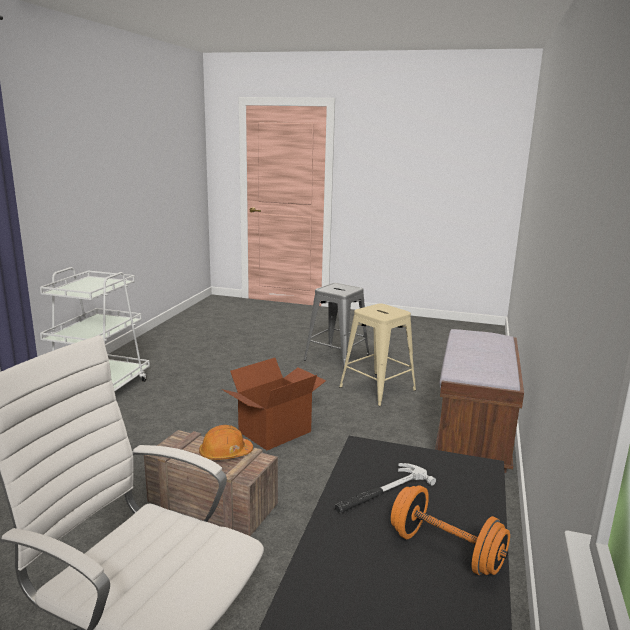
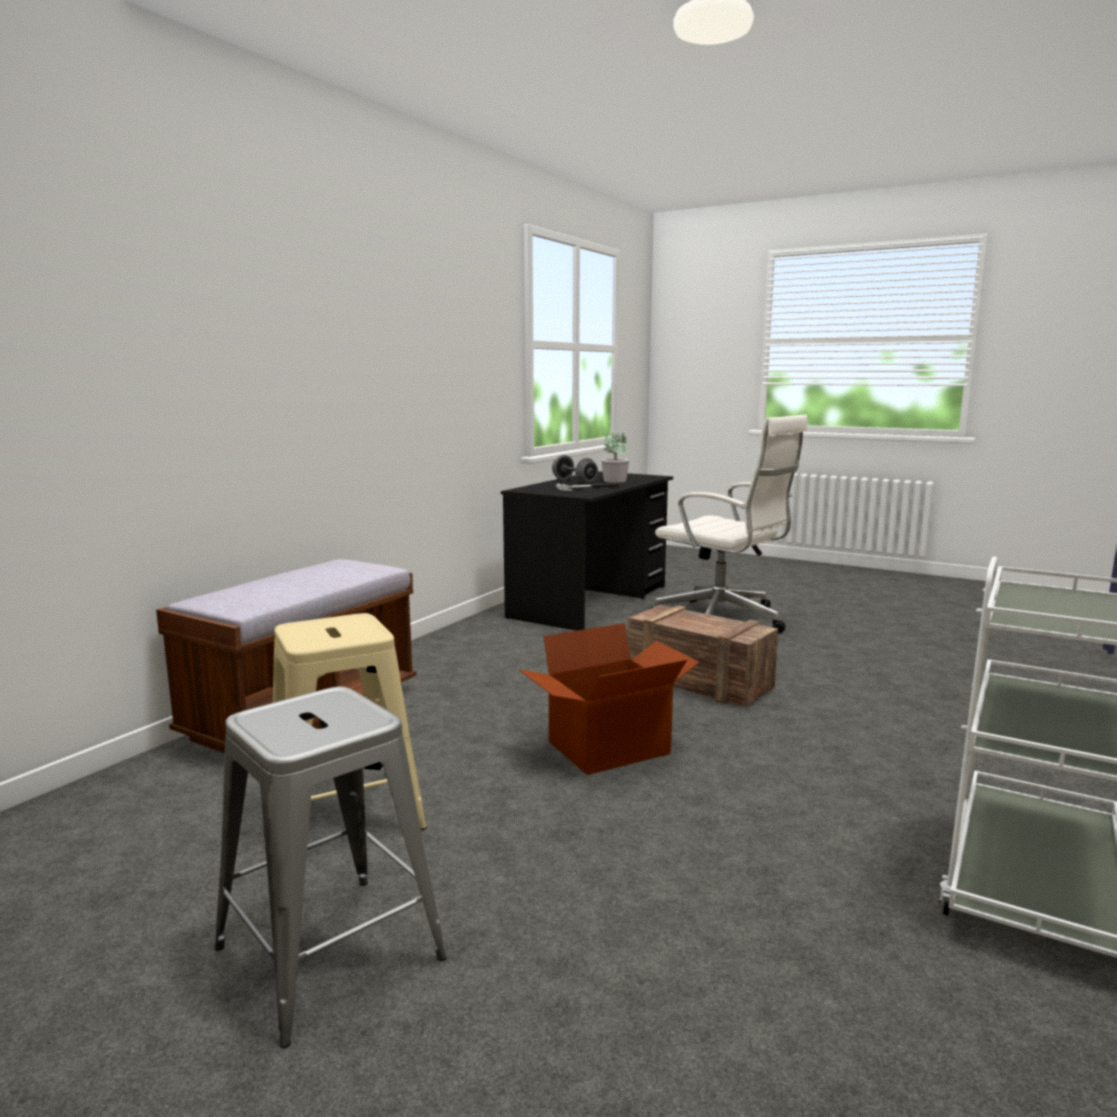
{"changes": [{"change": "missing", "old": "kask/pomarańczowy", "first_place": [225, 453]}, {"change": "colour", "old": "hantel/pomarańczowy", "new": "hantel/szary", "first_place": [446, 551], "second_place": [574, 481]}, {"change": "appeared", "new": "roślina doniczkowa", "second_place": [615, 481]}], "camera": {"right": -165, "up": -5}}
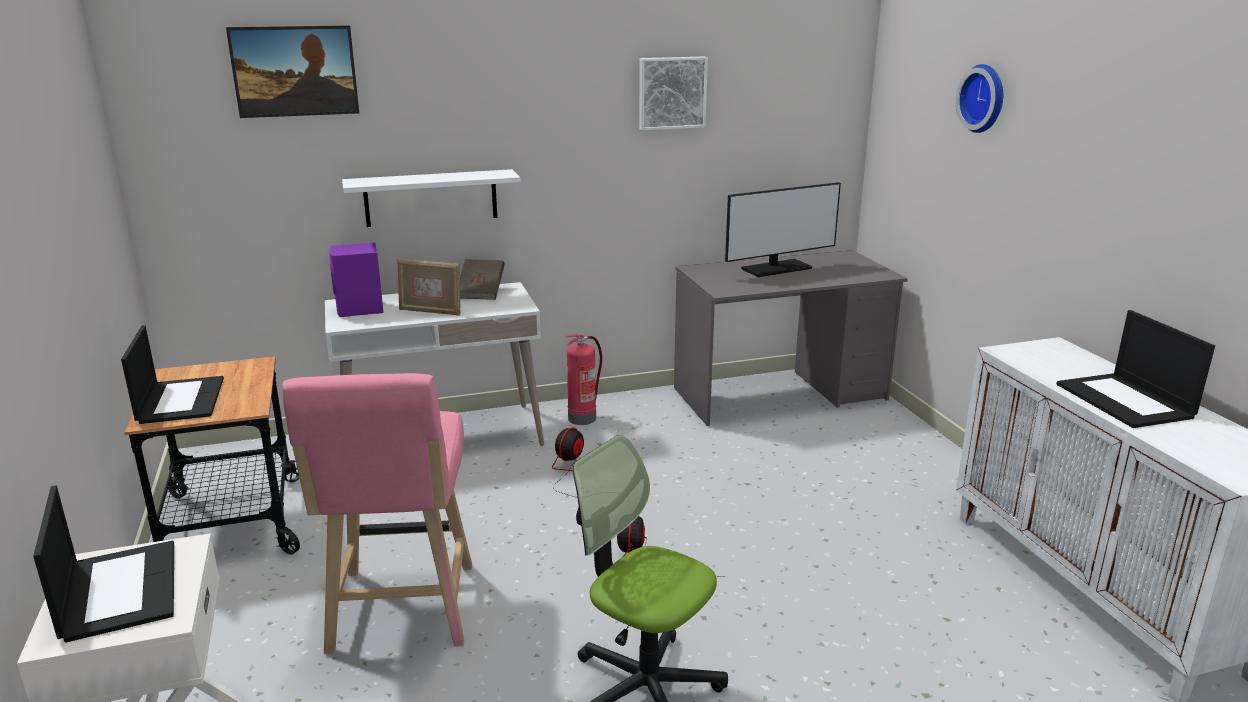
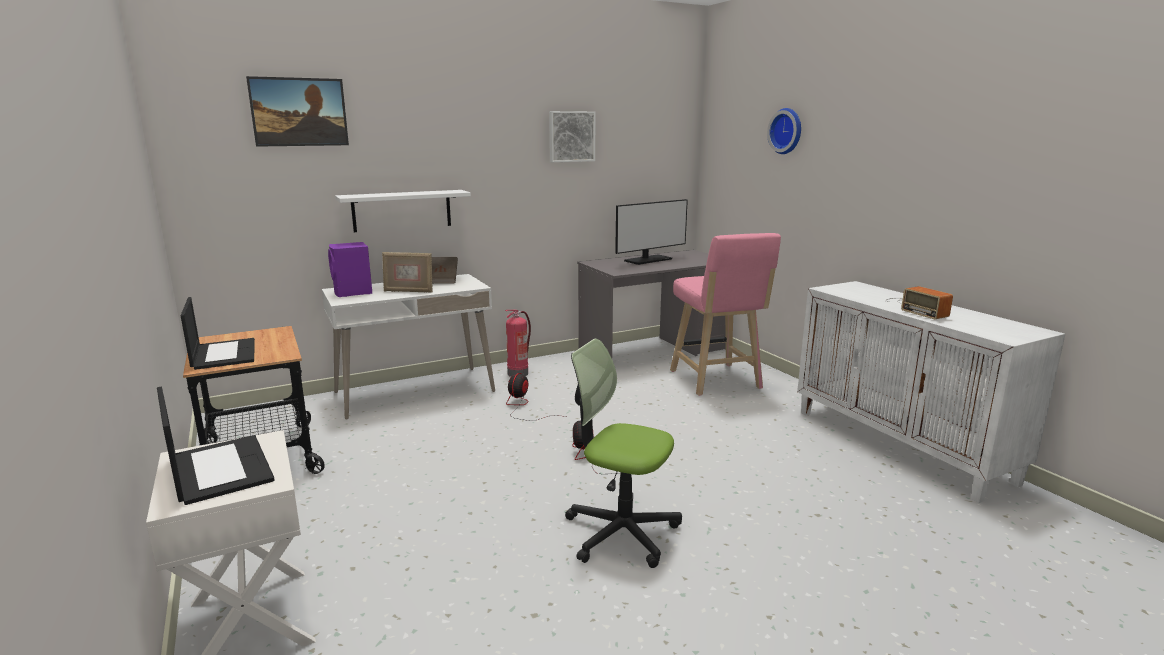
{"changes": [{"change": "exchanged", "old": "laptop", "new": "radio", "first_place": [1126, 401], "second_place": [916, 307]}, {"change": "relocated", "old": "stołek/różowy", "first_place": [401, 614], "second_place": [717, 381]}], "camera": {"right": -10, "up": -5}}
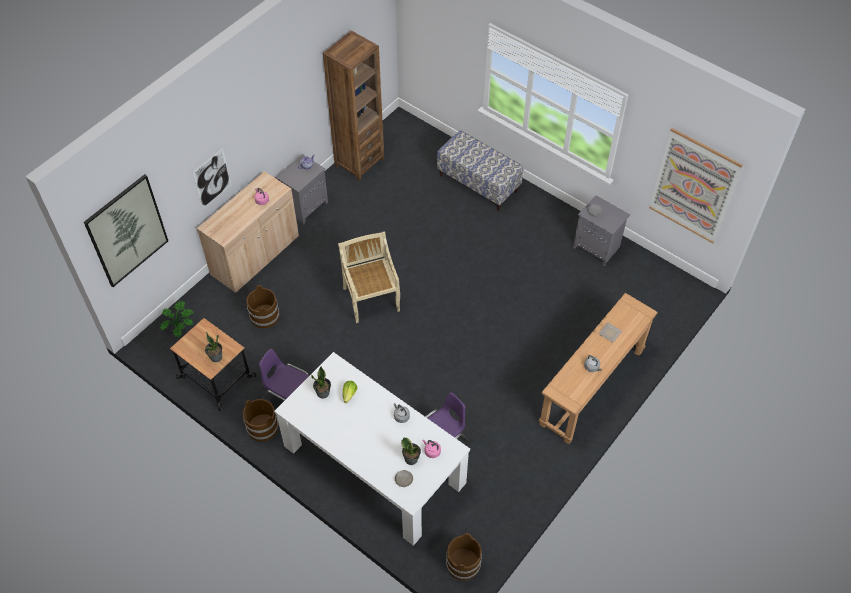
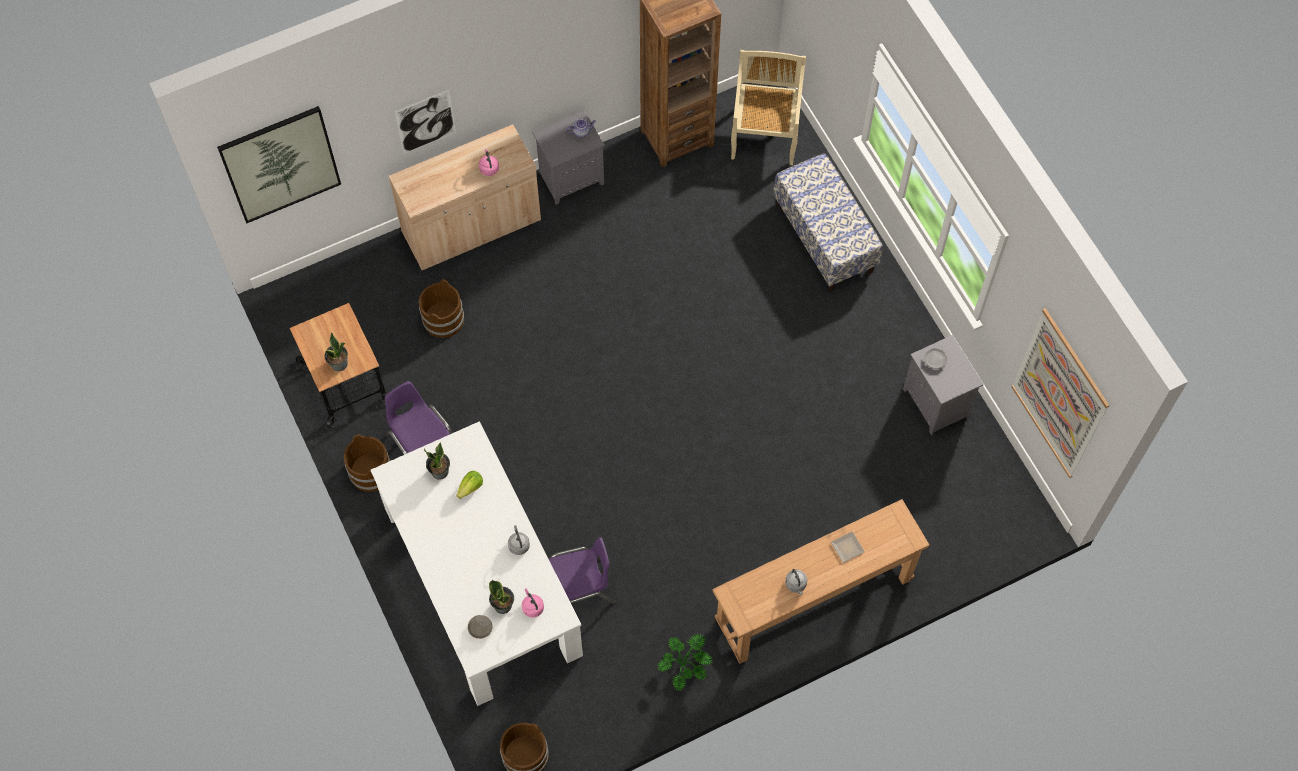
{"changes": [{"change": "relocated", "old": "krzesło/beżowy", "first_place": [371, 298], "second_place": [764, 134]}, {"change": "relocated", "old": "roślina doniczkowa", "first_place": [180, 327], "second_place": [685, 667]}], "camera": {"right": 25, "up": 10}}
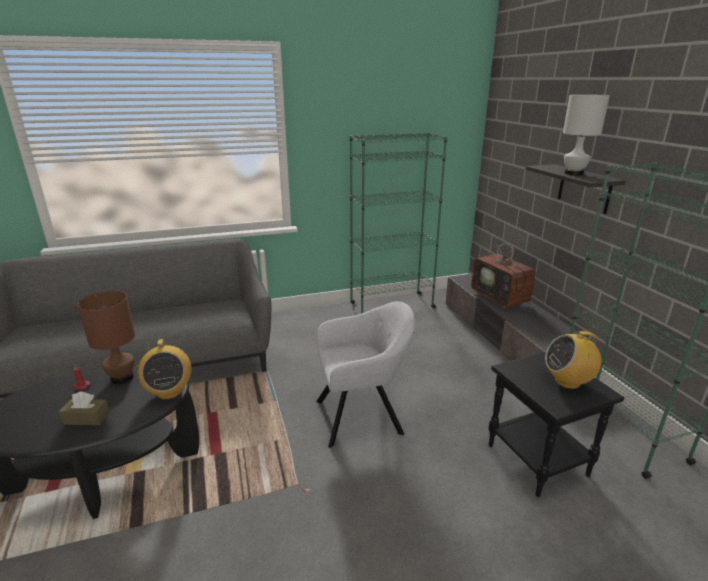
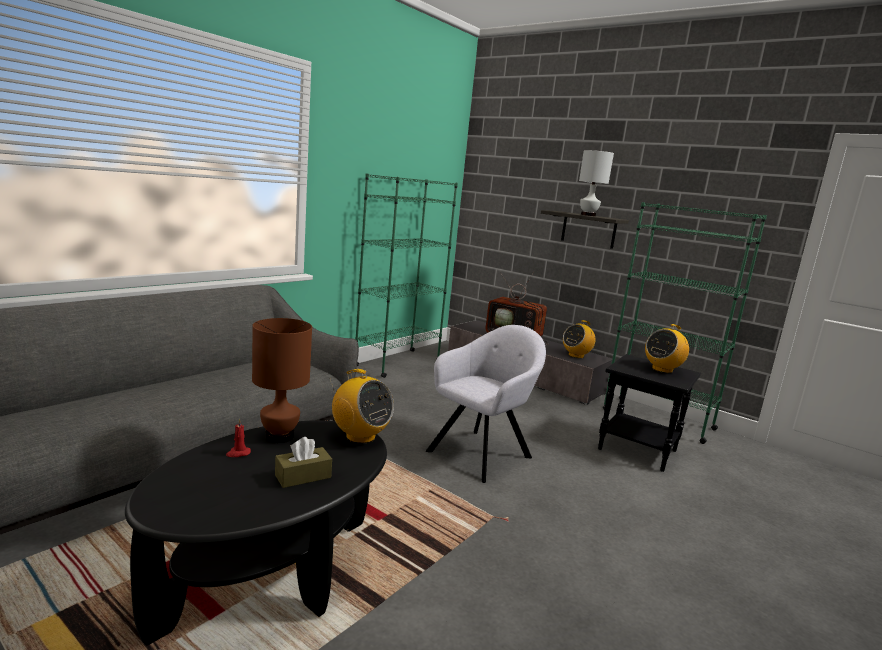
{"changes": [{"change": "appeared", "new": "radio", "second_place": [576, 355]}], "camera": {"right": -35, "up": -10}}
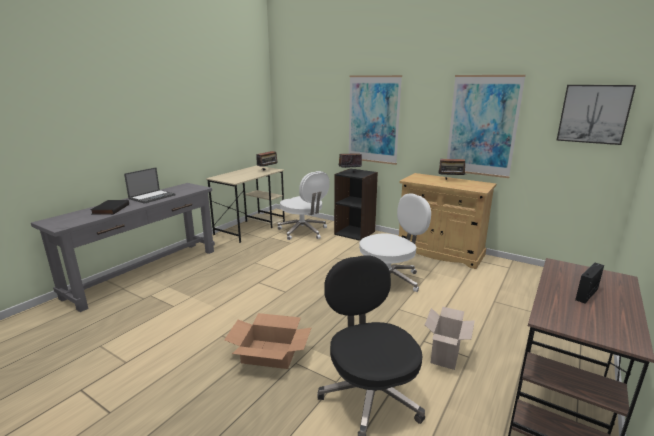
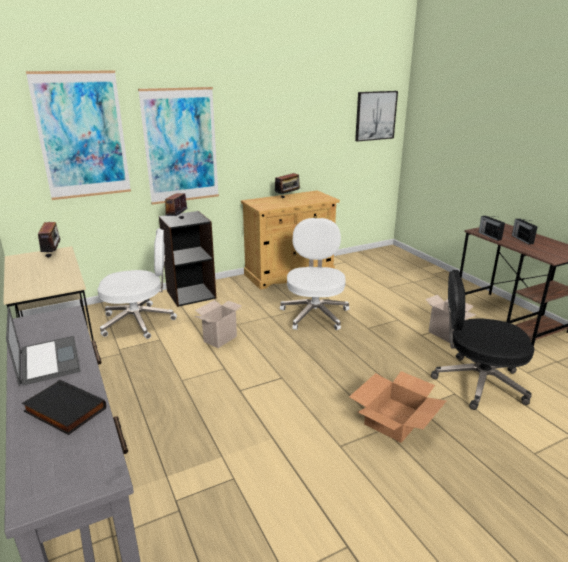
{"changes": [{"change": "relocated", "old": "obraz", "first_place": [482, 126], "second_place": [82, 136]}, {"change": "appeared", "new": "radio", "second_place": [489, 236]}, {"change": "appeared", "new": "karton", "second_place": [220, 338]}], "camera": {"right": -60, "up": 5}}
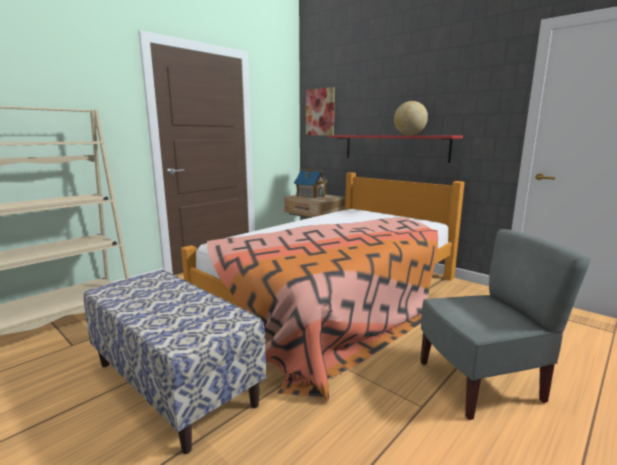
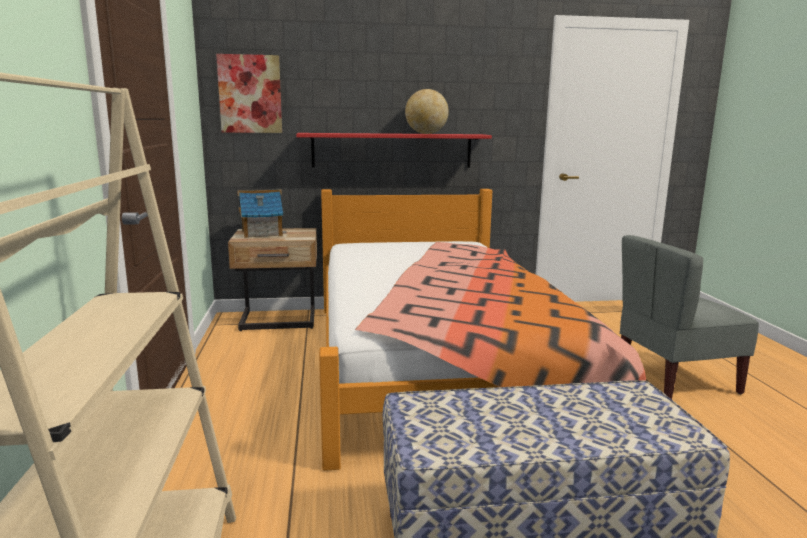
{"changes": [{"change": "spun", "old": "krzesło/szary", "first_place": [481, 383], "second_place": [675, 381], "degrees": -135}], "camera": {"right": -50, "up": 0}}
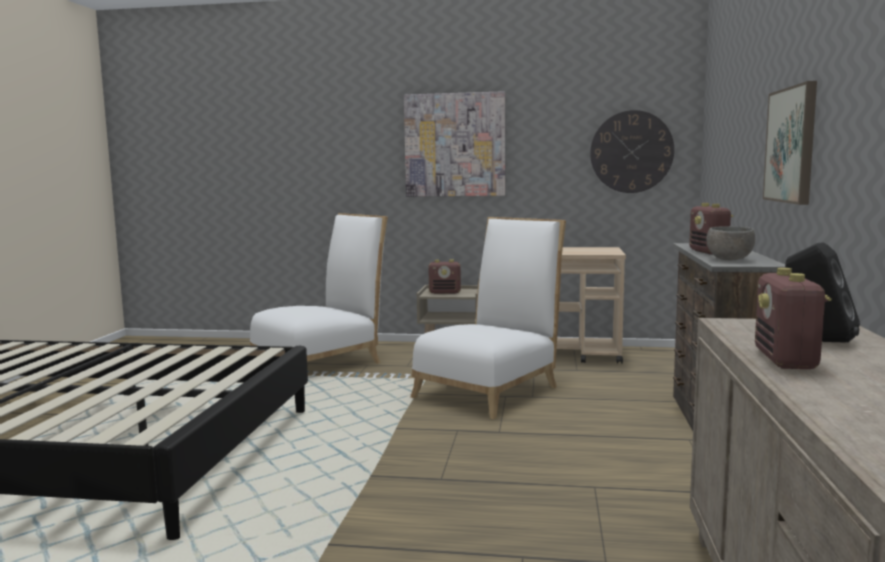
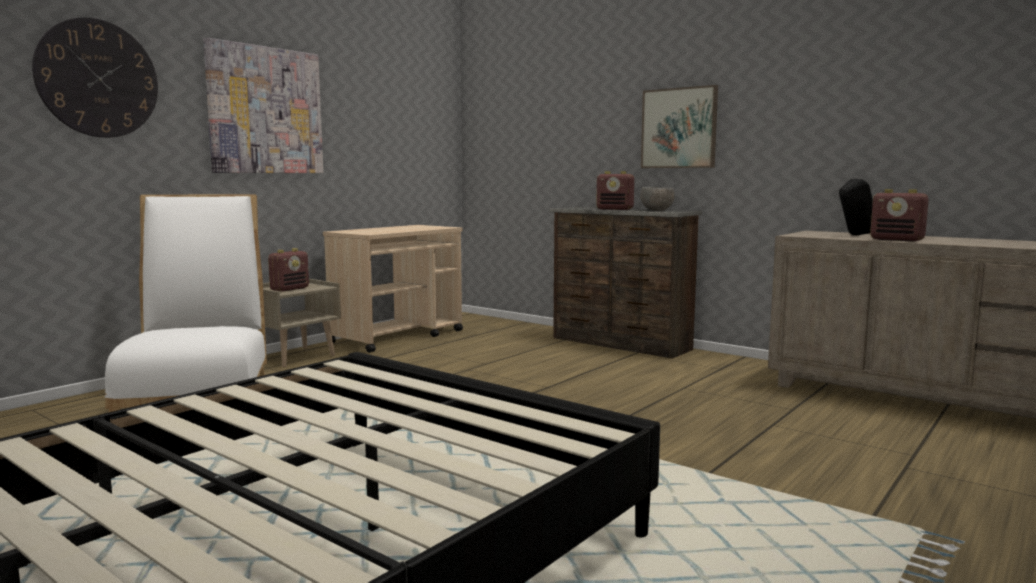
{"changes": [{"change": "relocated", "old": "zegar ścienny", "first_place": [631, 152], "second_place": [98, 78]}, {"change": "missing", "old": "krzesło/biały", "first_place": [491, 389]}], "camera": {"right": -60, "up": 0}}
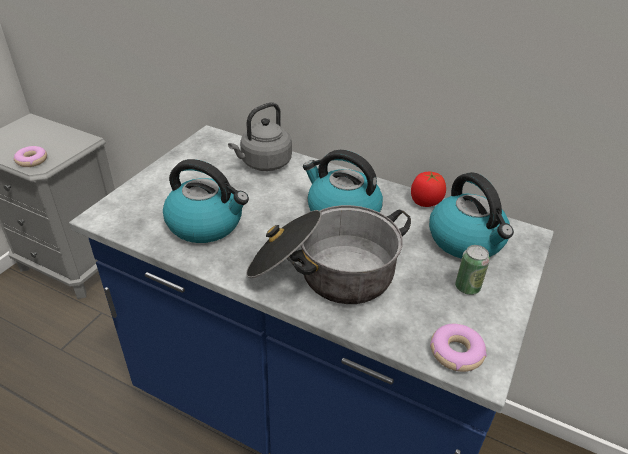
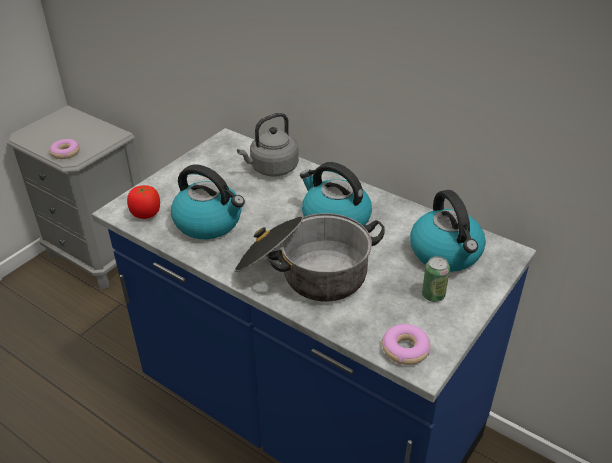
{"changes": [{"change": "relocated", "old": "pomidor", "first_place": [425, 202], "second_place": [146, 214]}], "camera": {"right": 10, "up": 0}}
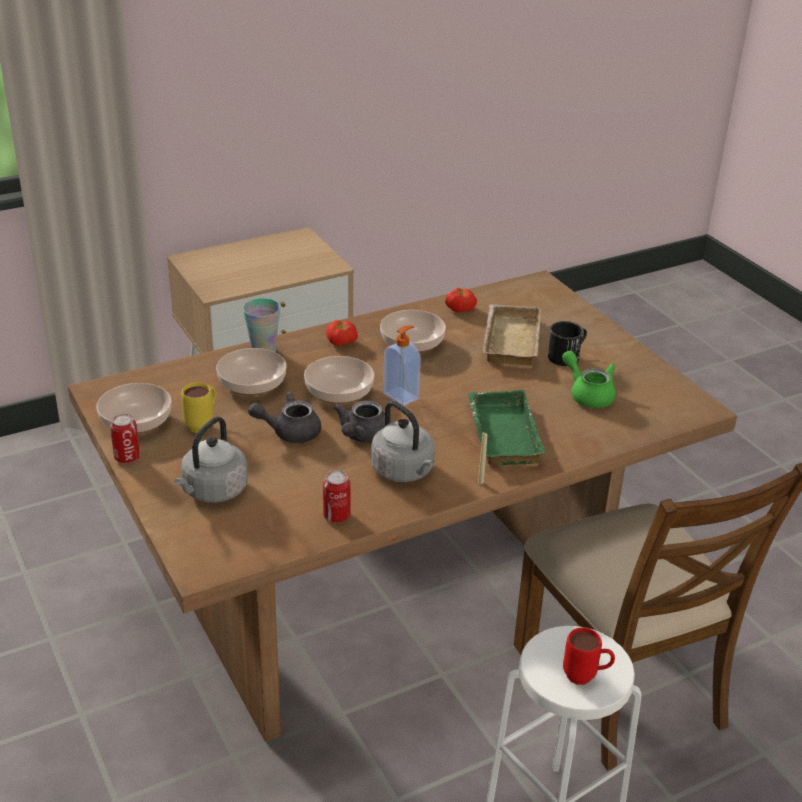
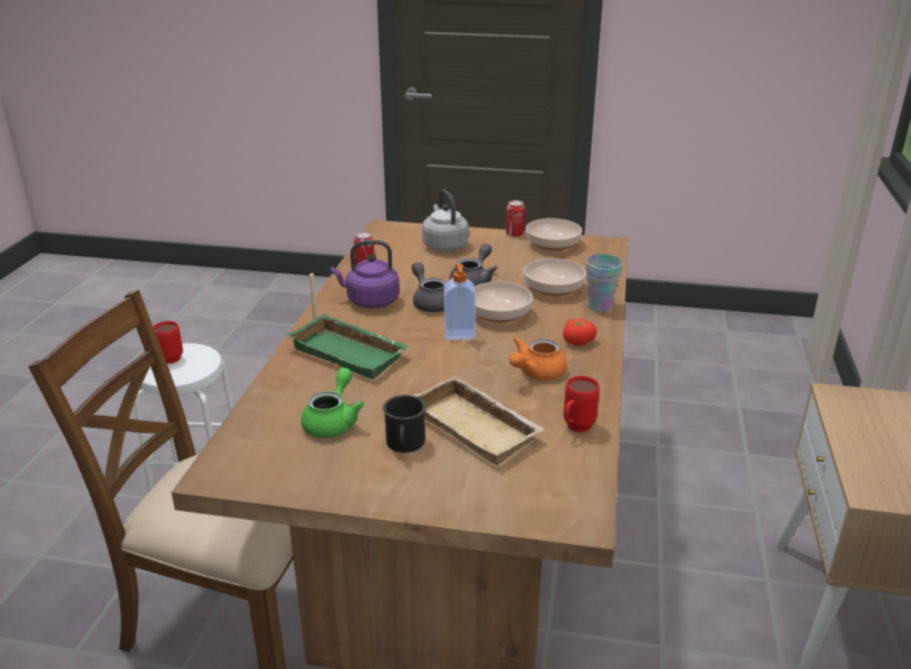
{"changes": [{"change": "exchanged", "old": "pomidor", "new": "kubek/czerwony", "first_place": [460, 308], "second_place": [575, 429]}, {"change": "exchanged", "old": "miska", "new": "imbryk/pomarańczowy", "first_place": [413, 343], "second_place": [536, 373]}, {"change": "spun", "old": "imbryk/zielony", "first_place": [588, 394], "second_place": [333, 421], "degrees": -75}, {"change": "missing", "old": "kubek/żółty", "first_place": [203, 424]}, {"change": "colour", "old": "czajnik/szary", "new": "czajnik/fioletowy", "first_place": [404, 472], "second_place": [370, 301]}], "camera": {"right": 130, "up": -5}}
